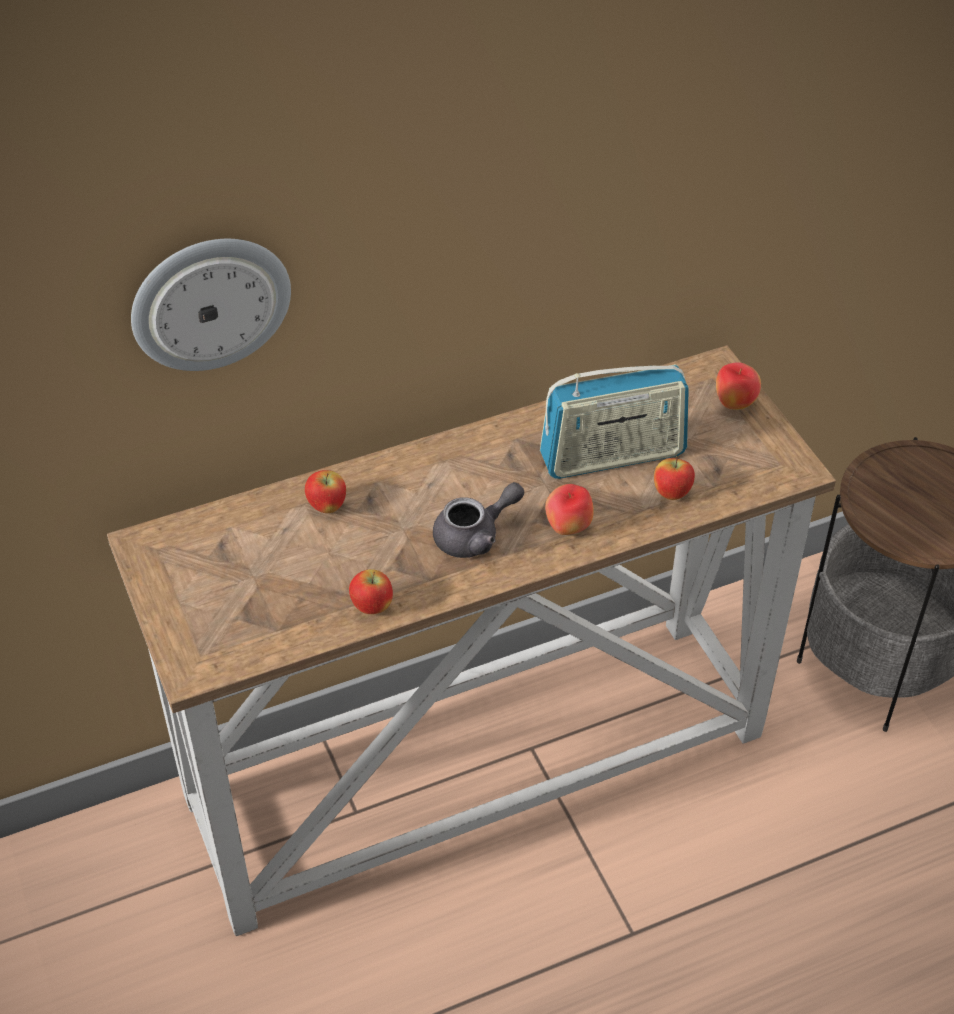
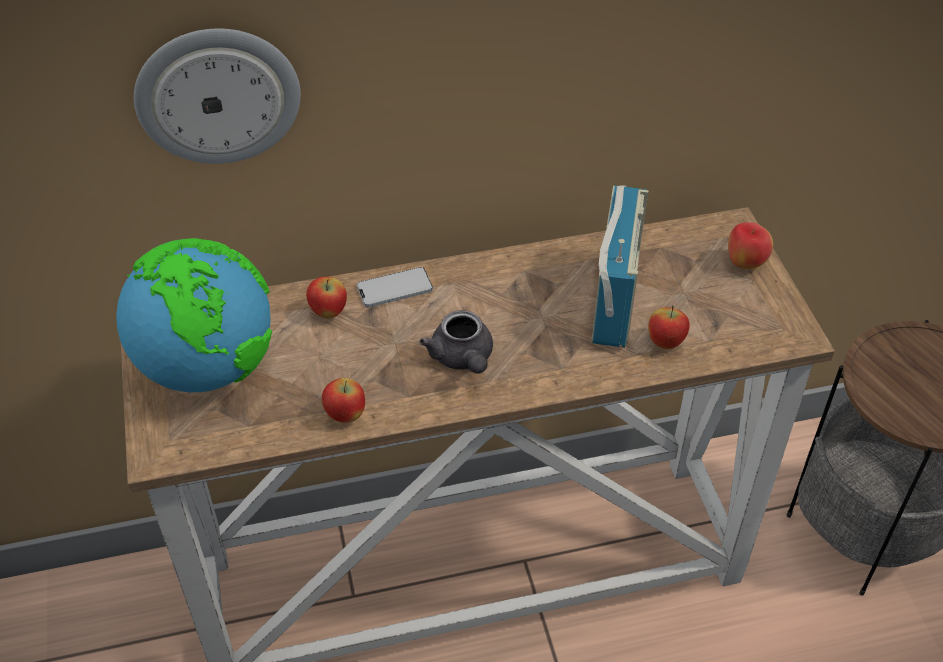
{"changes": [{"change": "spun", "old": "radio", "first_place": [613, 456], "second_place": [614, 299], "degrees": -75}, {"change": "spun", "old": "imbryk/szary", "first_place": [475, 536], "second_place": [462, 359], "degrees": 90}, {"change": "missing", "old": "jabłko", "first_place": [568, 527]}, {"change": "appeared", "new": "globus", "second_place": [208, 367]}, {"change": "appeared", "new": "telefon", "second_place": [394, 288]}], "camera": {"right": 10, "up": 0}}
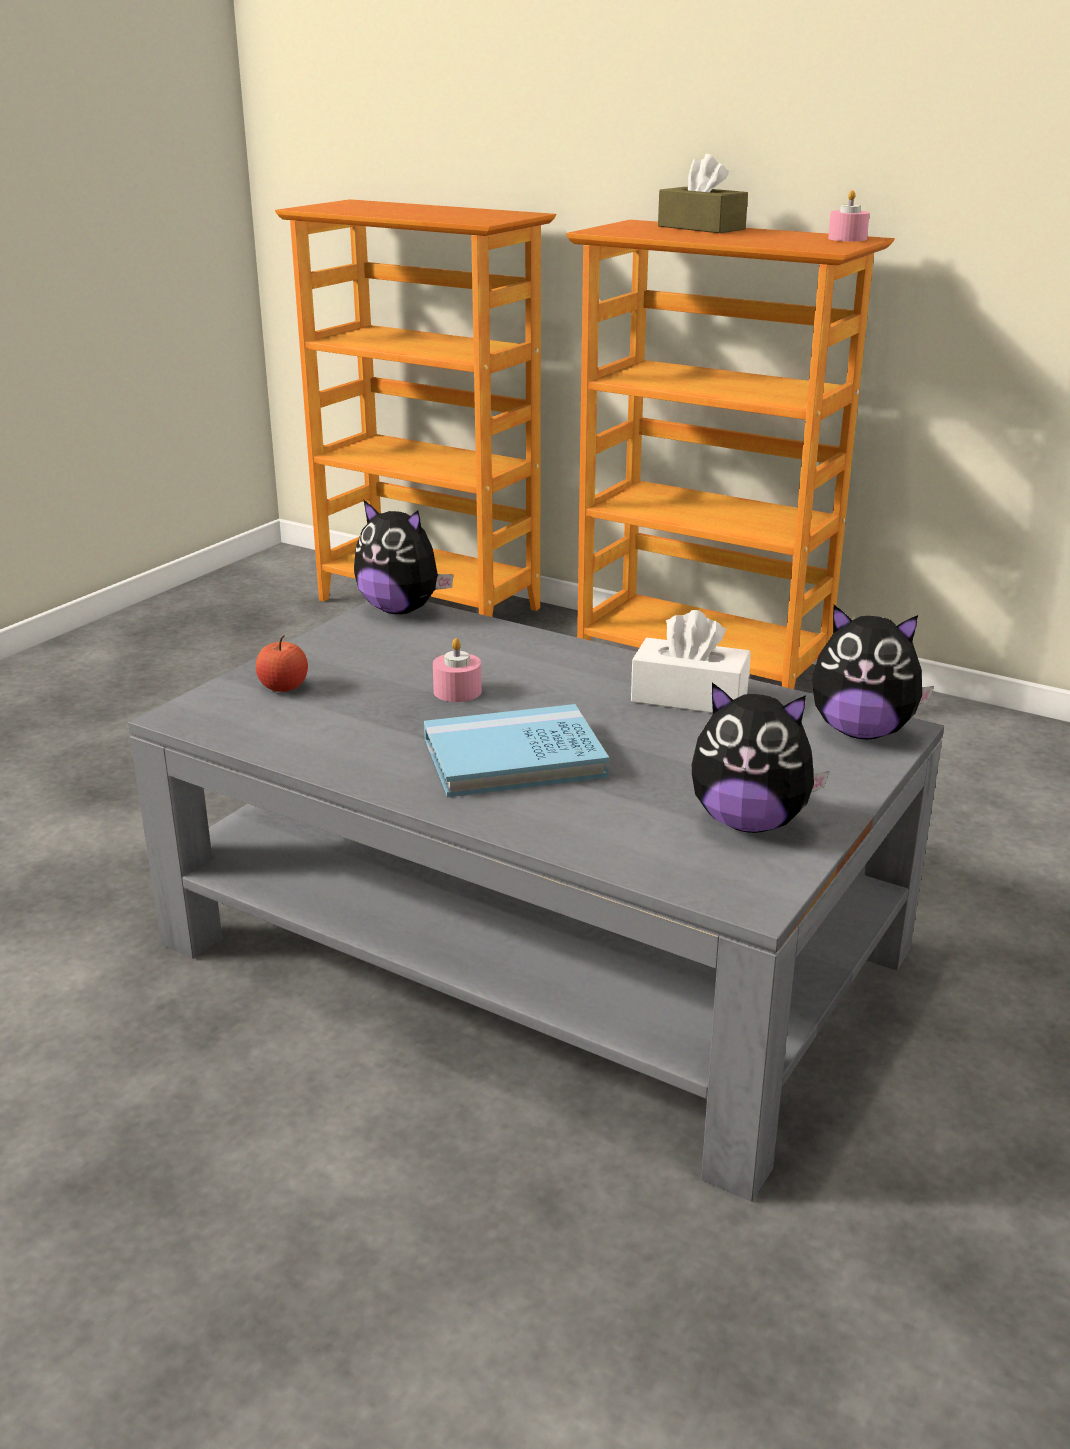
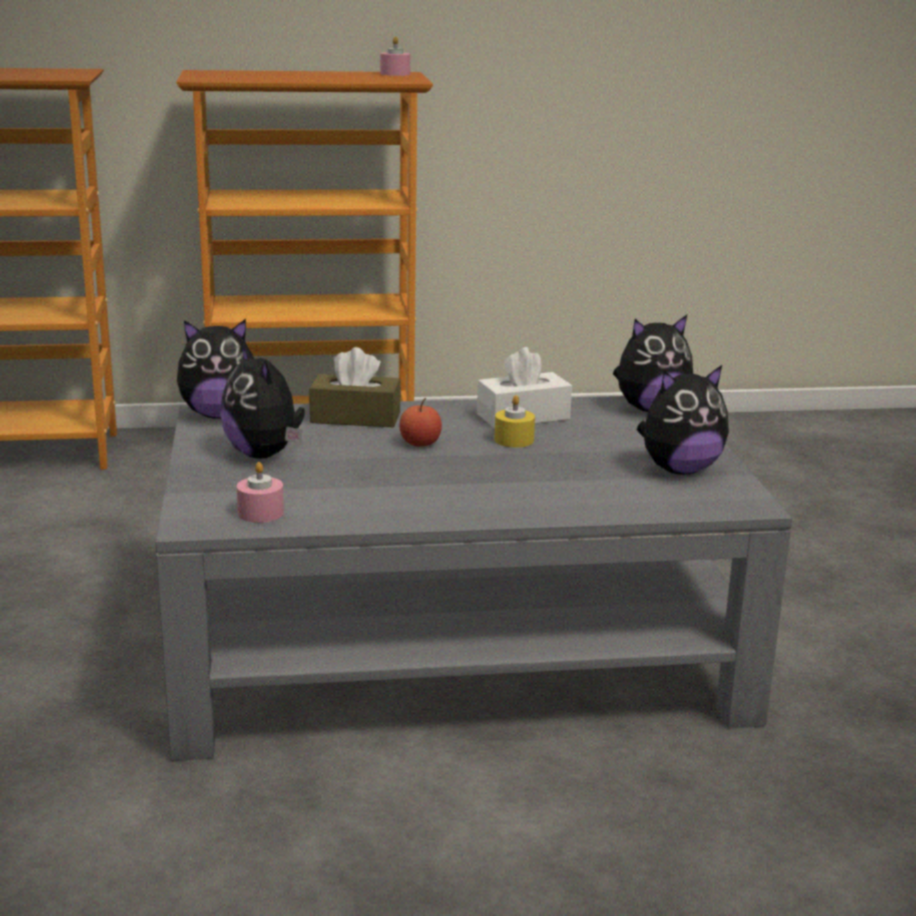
{"changes": [{"change": "relocated", "old": "pudełko chusteczek/brązowy", "first_place": [701, 228], "second_place": [355, 417]}, {"change": "relocated", "old": "jabłko", "first_place": [283, 687], "second_place": [420, 443]}, {"change": "relocated", "old": "świeca/różowy", "first_place": [457, 691], "second_place": [260, 513]}, {"change": "missing", "old": "książka/niebieski", "first_place": [514, 758]}, {"change": "appeared", "new": "pluszak", "second_place": [265, 454]}, {"change": "appeared", "new": "świeca/żółty", "second_place": [514, 440]}], "camera": {"right": -40, "up": -5}}
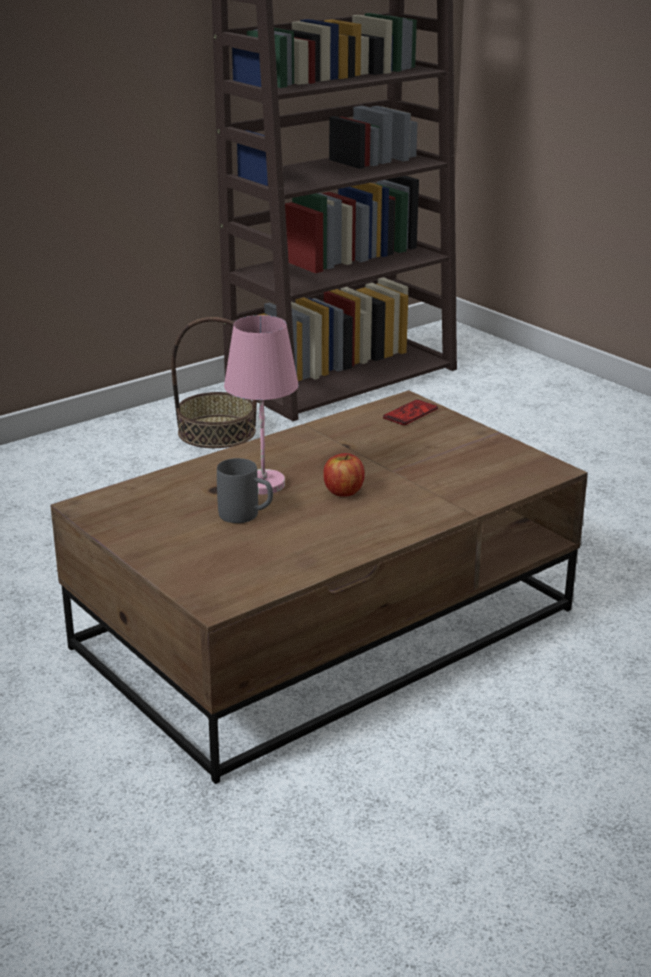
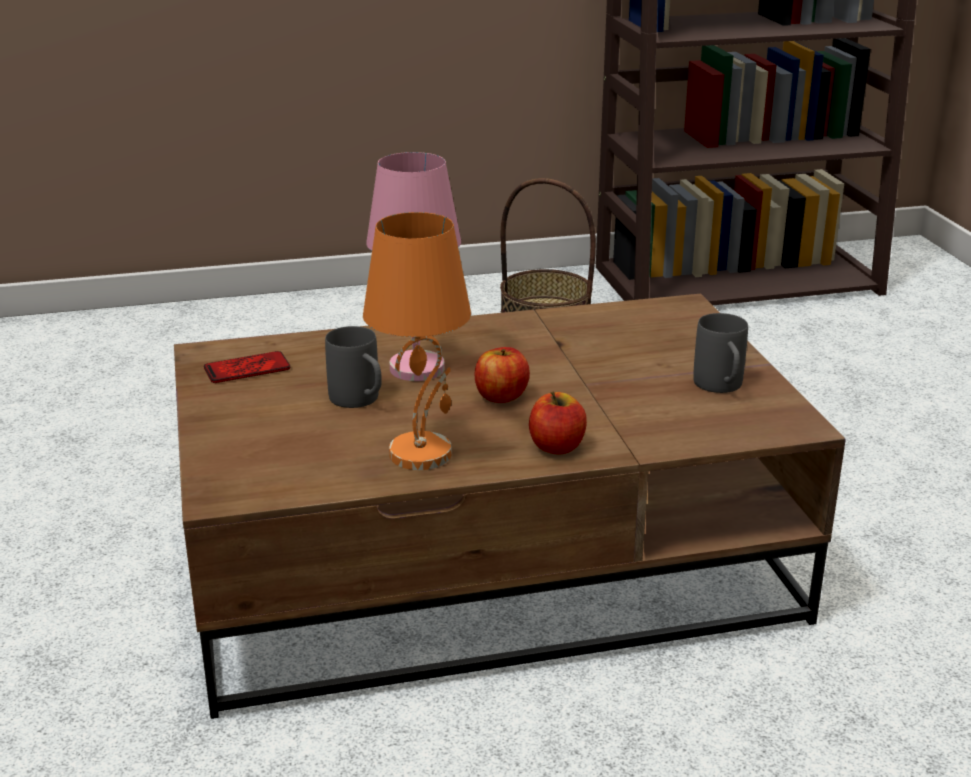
{"changes": [{"change": "relocated", "old": "telefon", "first_place": [410, 413], "second_place": [247, 369]}, {"change": "appeared", "new": "lampa stołowa/pomarańczowy", "second_place": [421, 453]}, {"change": "appeared", "new": "kubek/szary", "second_place": [721, 388]}, {"change": "appeared", "new": "jabłko", "second_place": [556, 446]}], "camera": {"right": 25, "up": 0}}
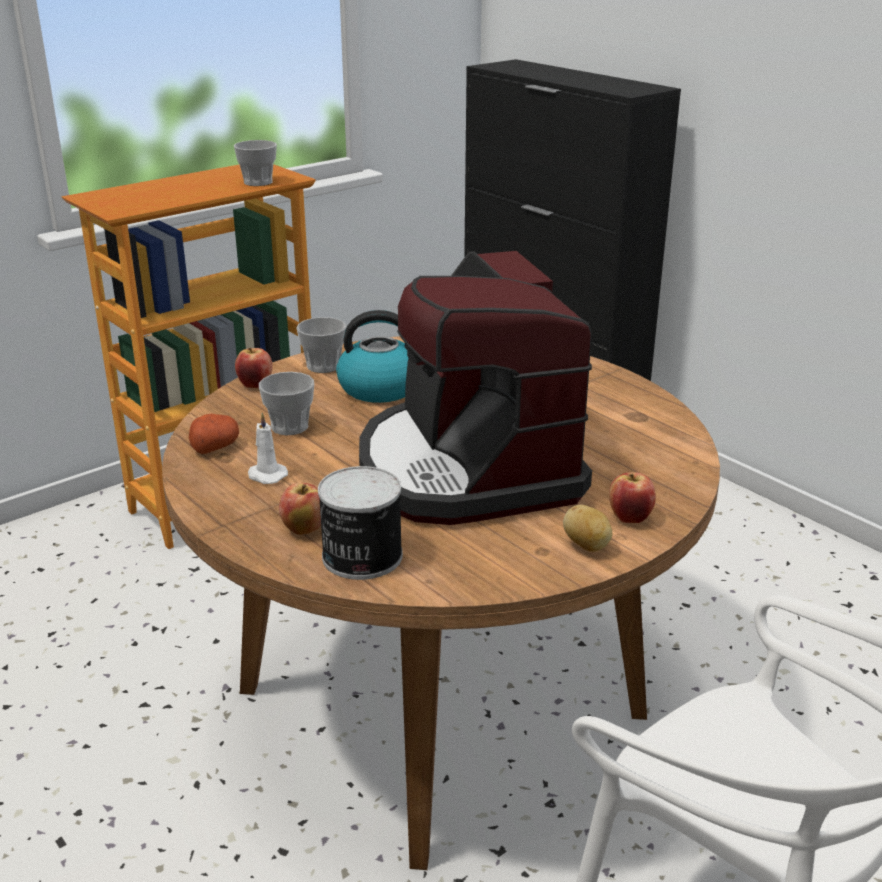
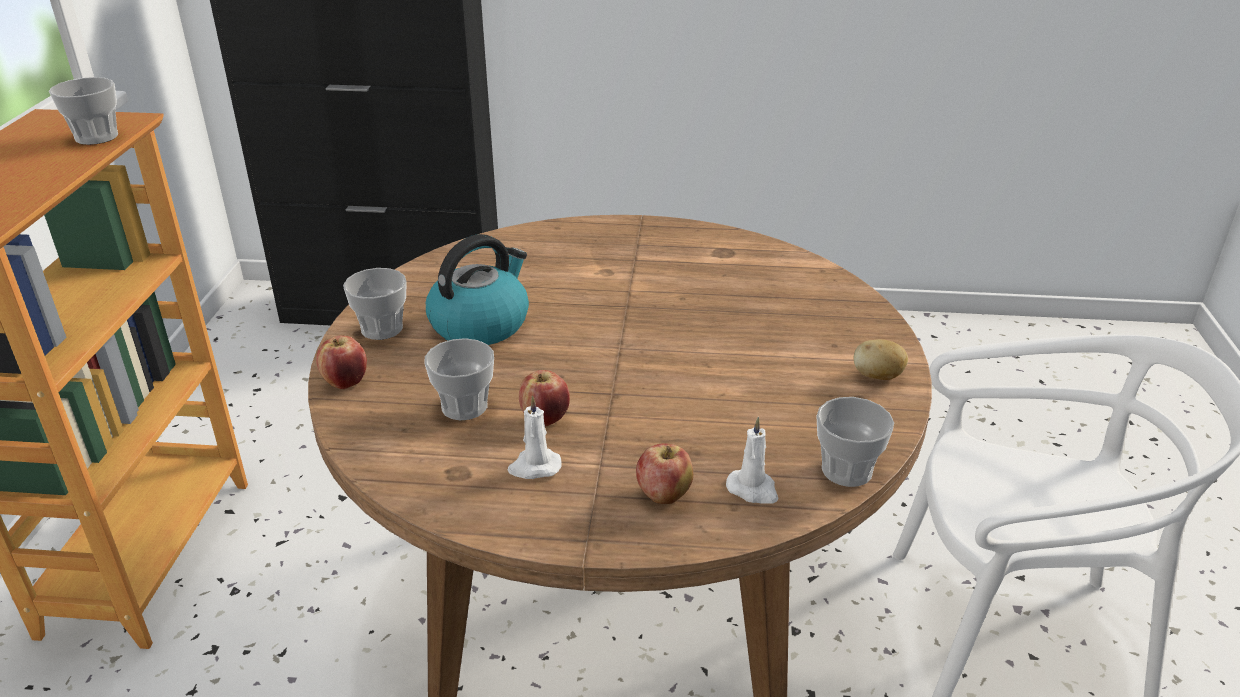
{"changes": [{"change": "missing", "old": "ekspres do kawy", "first_place": [467, 468]}, {"change": "missing", "old": "ziemniak", "first_place": [215, 446]}, {"change": "exchanged", "old": "puszka", "new": "świeca/biały", "first_place": [360, 557], "second_place": [753, 489]}, {"change": "relocated", "old": "jabłko", "first_place": [630, 518], "second_place": [545, 418]}, {"change": "appeared", "new": "filiżanka", "second_place": [847, 470]}], "camera": {"right": -45, "up": 5}}
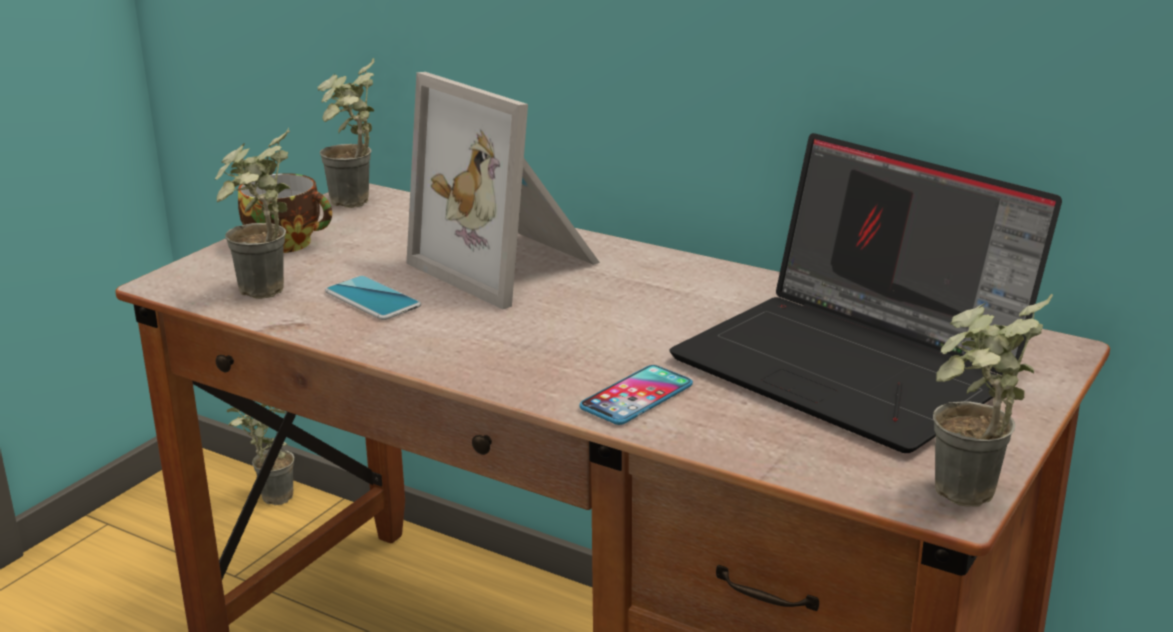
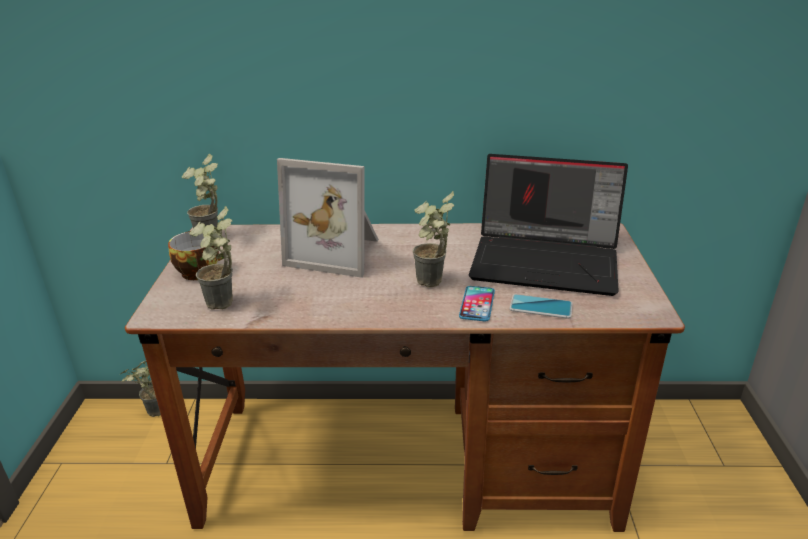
{"changes": [{"change": "relocated", "old": "telefon", "first_place": [372, 299], "second_place": [541, 307]}, {"change": "relocated", "old": "roślina doniczkowa", "first_place": [965, 503], "second_place": [432, 285]}], "camera": {"right": -30, "up": 5}}
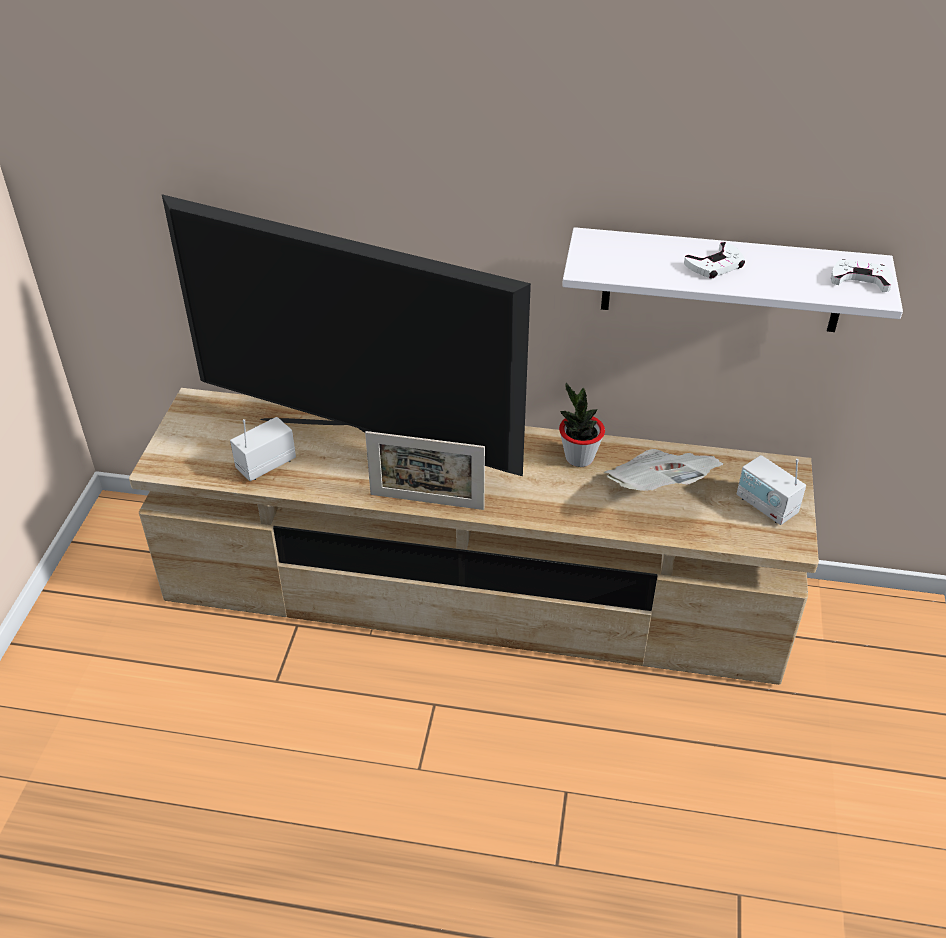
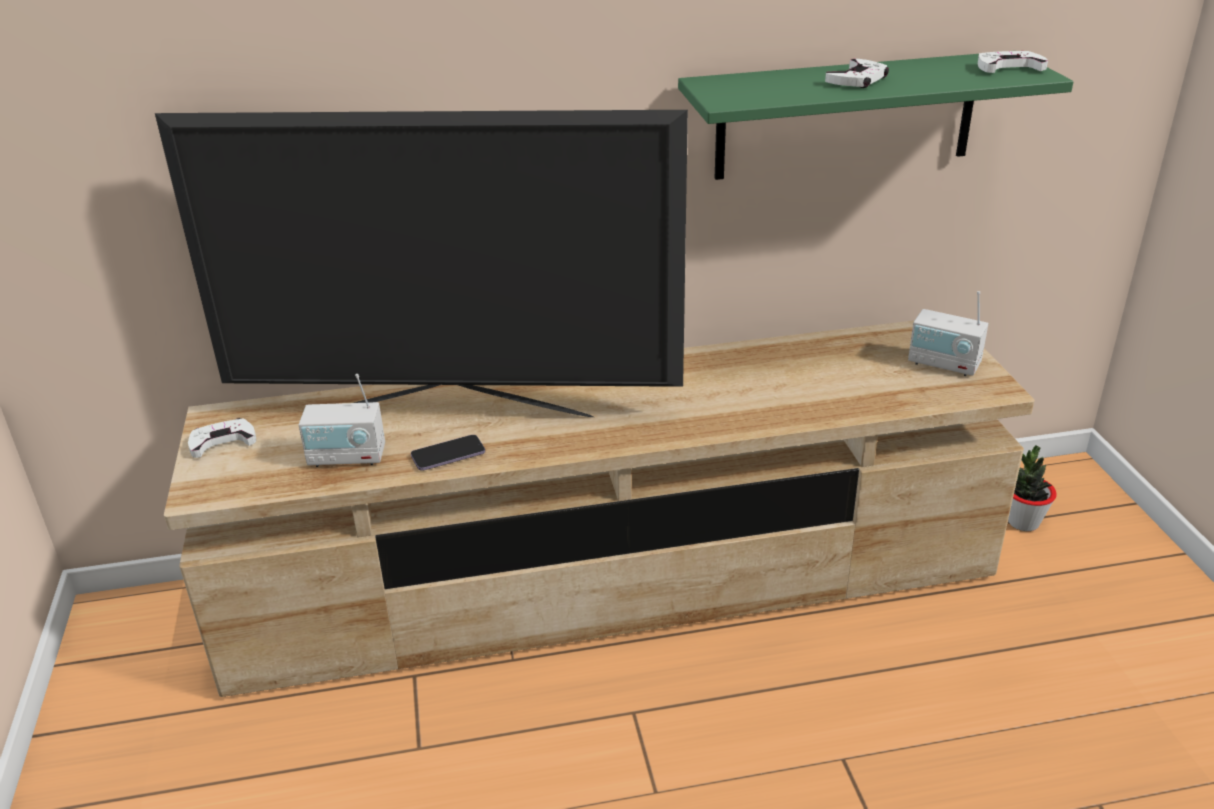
{"changes": [{"change": "colour", "old": "półka/biały", "new": "półka/zielony", "first_place": [723, 280], "second_place": [846, 116]}, {"change": "relocated", "old": "roślina doniczkowa", "first_place": [579, 458], "second_place": [1023, 522]}, {"change": "spun", "old": "radio", "first_place": [265, 464], "second_place": [347, 457], "degrees": -120}, {"change": "missing", "old": "ramka na zdjęcie", "first_place": [427, 501]}, {"change": "missing", "old": "gazeta", "first_place": [658, 490]}, {"change": "appeared", "new": "pad do gier/biały", "second_place": [222, 442]}, {"change": "appeared", "new": "telefon", "second_place": [448, 455]}], "camera": {"right": -20, "up": -10}}
